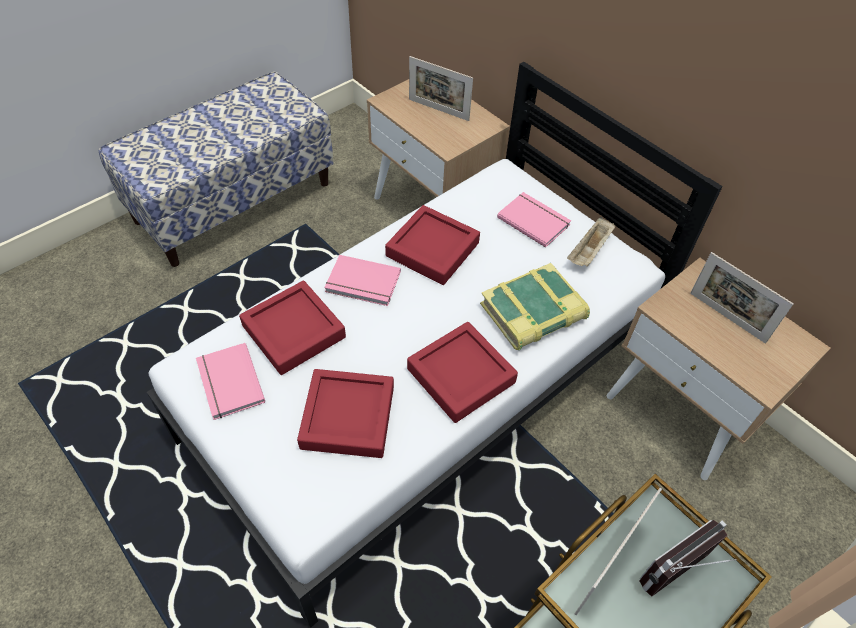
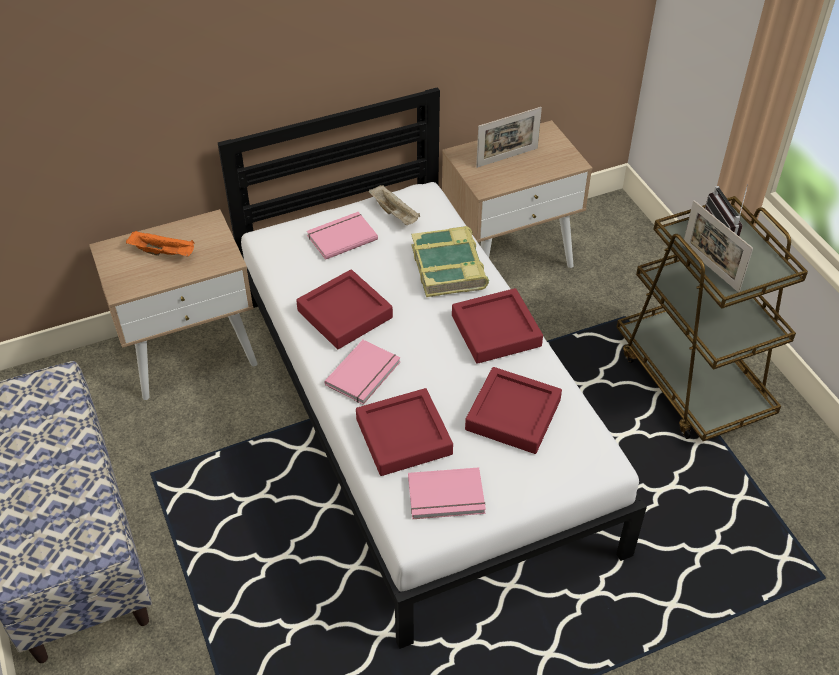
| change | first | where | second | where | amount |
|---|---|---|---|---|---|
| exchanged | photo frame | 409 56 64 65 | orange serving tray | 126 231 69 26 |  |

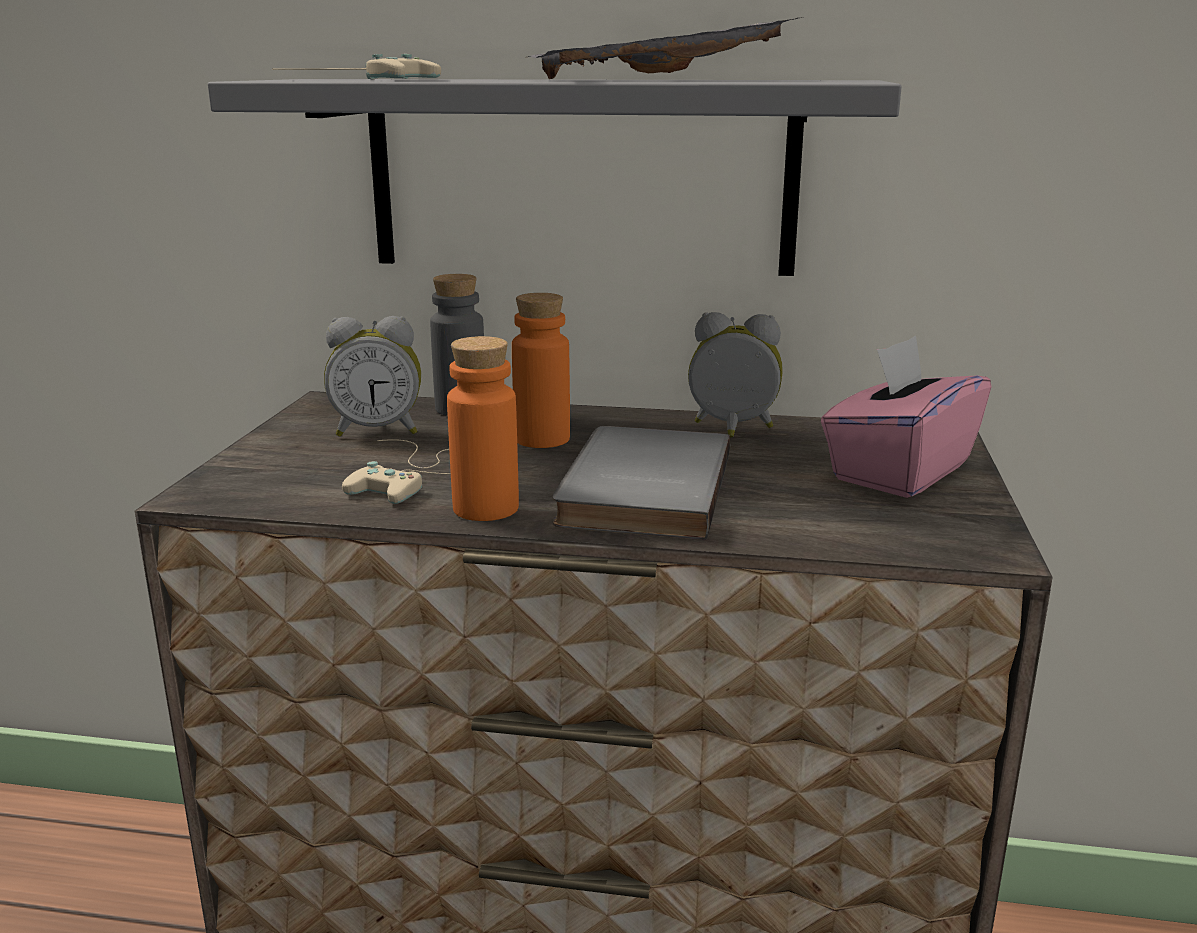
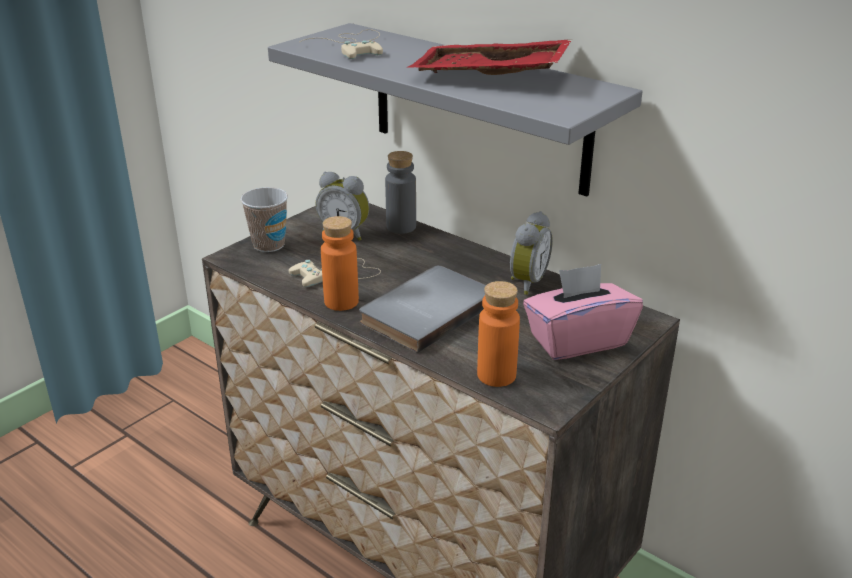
| change | first | where | second | where | amount |
|---|---|---|---|---|---|
| colour | gray serving tray | 528 17 275 62 | red-coloured serving tray | 407 39 166 36 |  |
| relocated | orange beverage bottle | 512 293 58 155 |  | 477 281 43 106 |  |
| spun | bedside clock | 688 312 95 125 |  | 510 211 43 84 | 75 degrees clockwise |
| appeared |  |  | small cup | 240 187 48 65 |  |

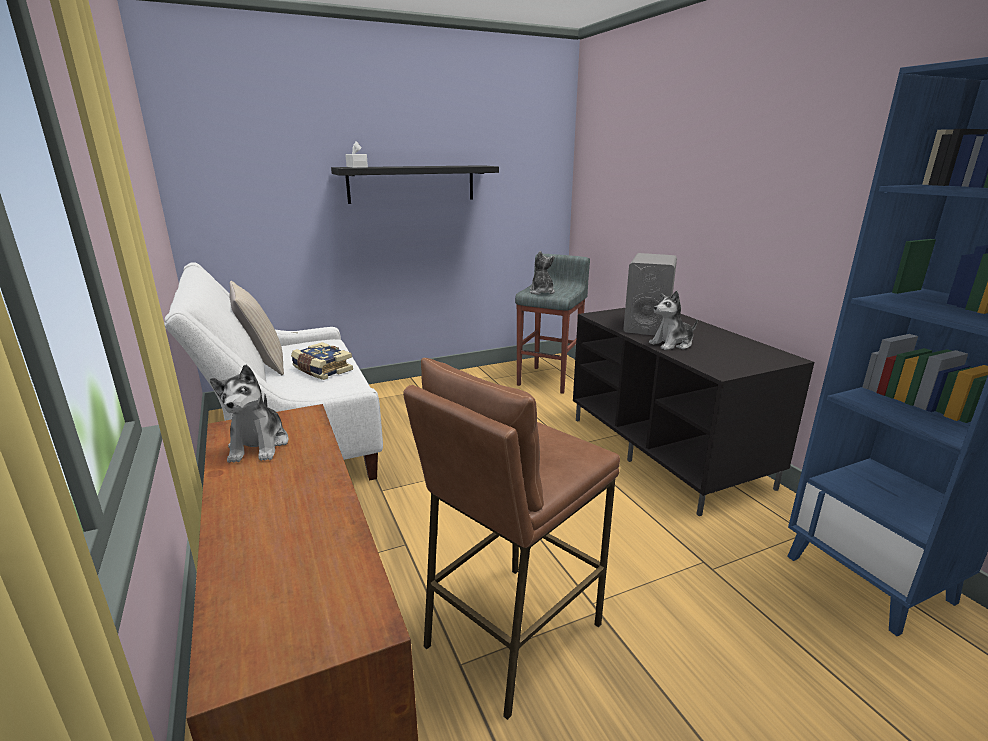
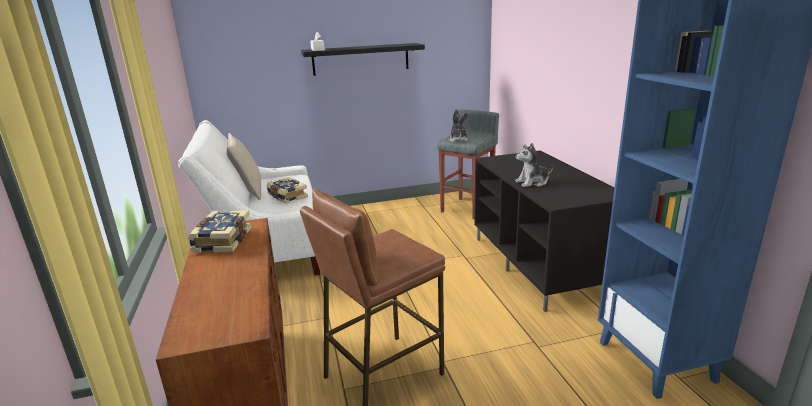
| change | first | where | second | where | amount |
|---|---|---|---|---|---|
| missing | gray loudspeaker | 623 253 54 82 |  |  |  |
| exchanged | cuddly toy | 210 364 78 99 | book | 188 210 64 43 |  |

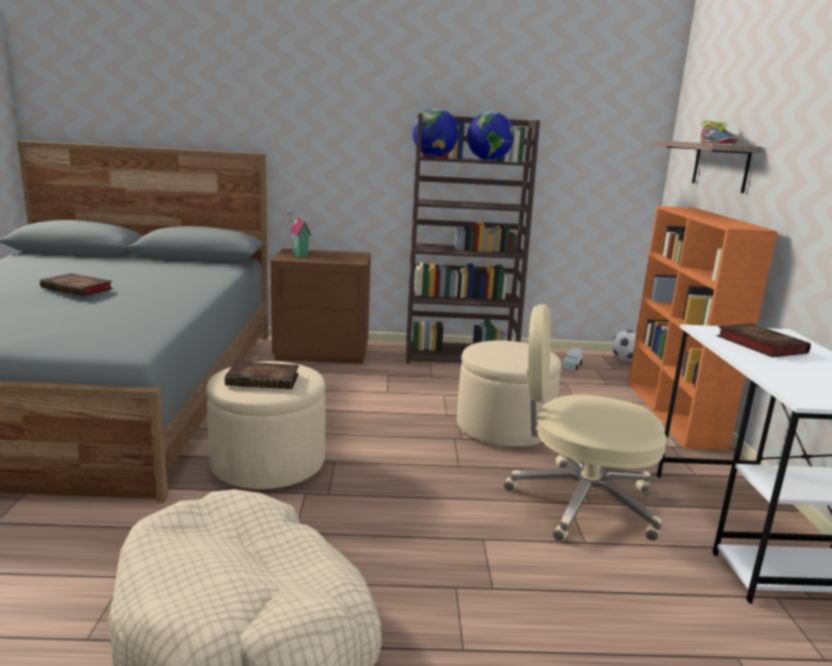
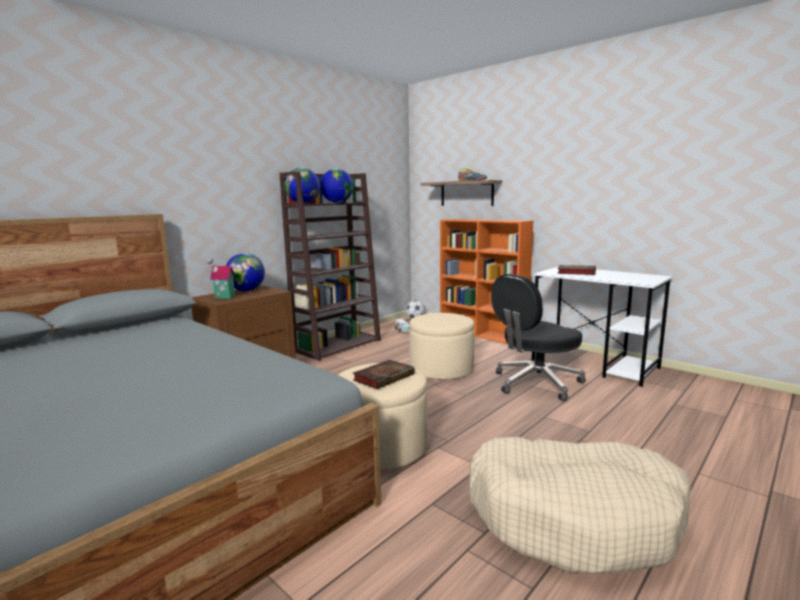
| change | first | where | second | where | amount |
|---|---|---|---|---|---|
| missing | book | 40 273 73 23 |  |  |  |
| colour | beige-coloured desk chair | 503 304 164 238 | black desk chair | 491 274 95 128 |  |
| appeared |  |  | world globe | 226 253 39 38 |  |

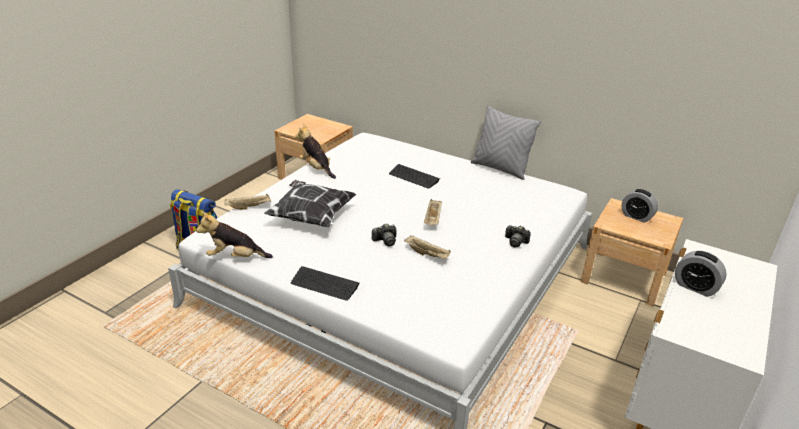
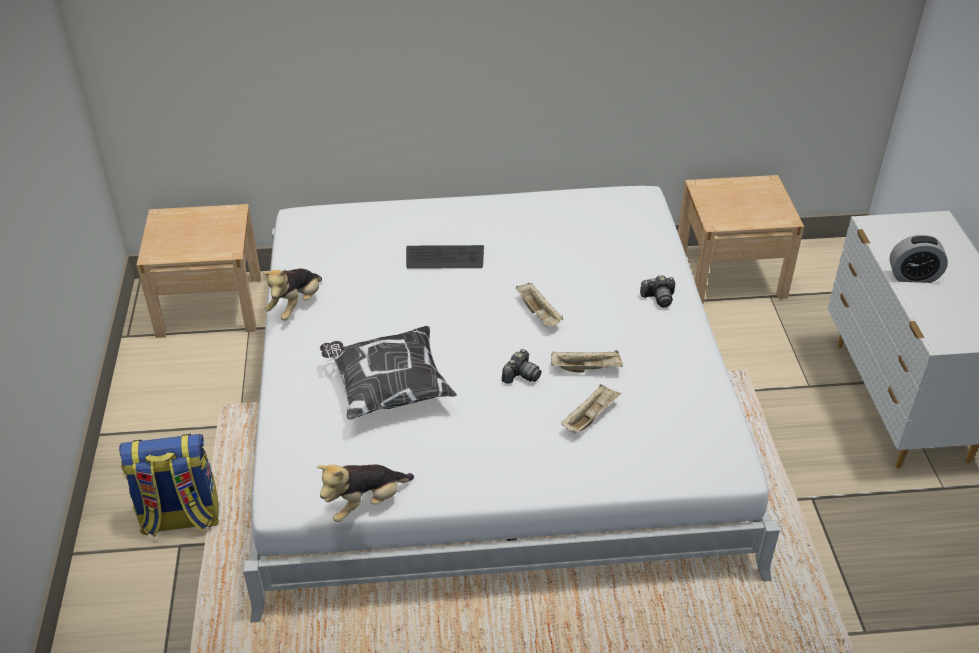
| change | first | where | second | where | amount |
|---|---|---|---|---|---|
| missing | gray cushion | 471 105 70 75 |  |  |  |
| spun | cuddly toy | 295 124 41 55 |  | 263 268 59 53 | 75 degrees counterclockwise |
| missing | bedside clock | 621 189 37 34 |  |  |  |
| relocated | beige-coloured serving tray | 224 194 47 16 |  | 561 384 60 50 |  |
| missing | keyboard | 291 266 68 35 |  |  |  |

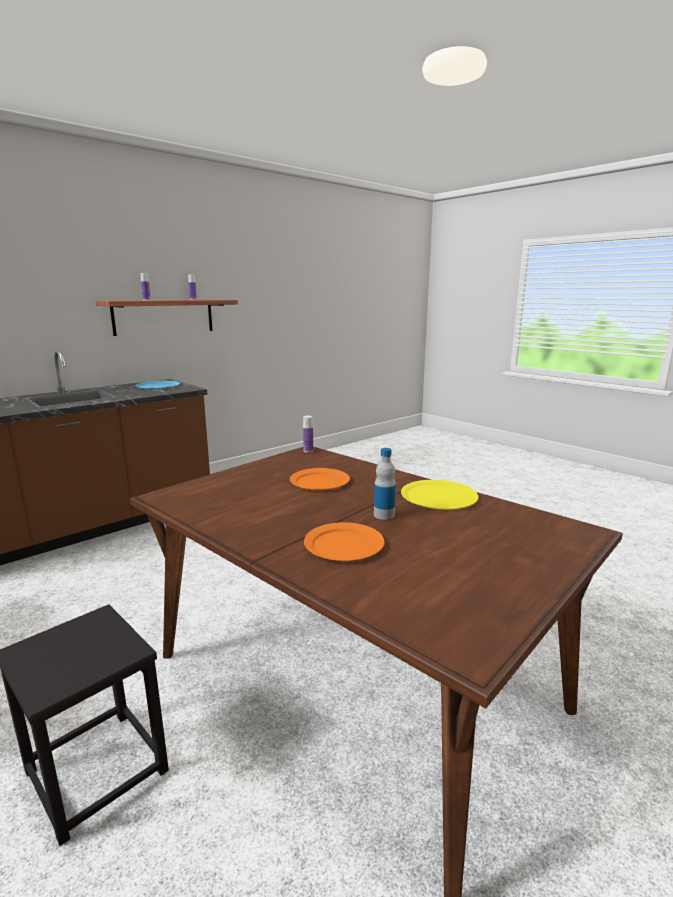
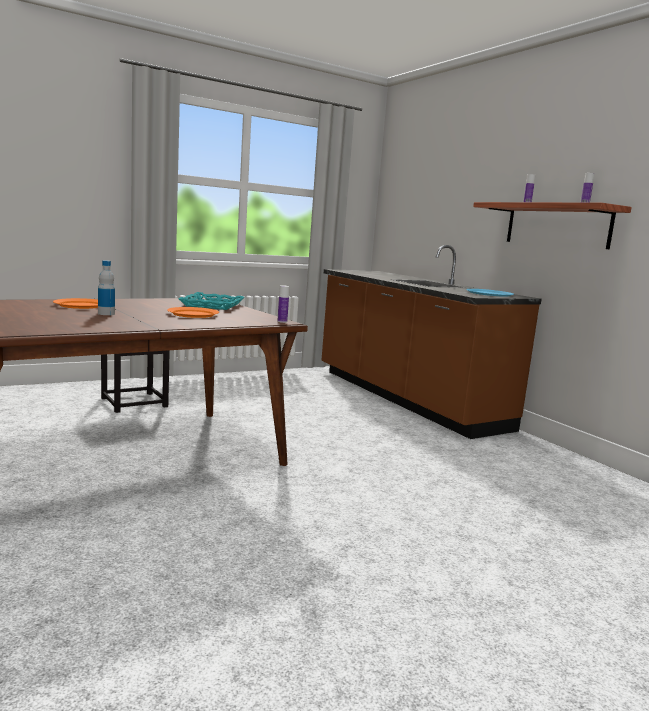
| change | first | where | second | where | amount |
|---|---|---|---|---|---|
| missing | yellowish plate | 401 480 78 30 |  |  |  |
| appeared |  |  | turquoise serving tray | 179 292 66 18 |  |

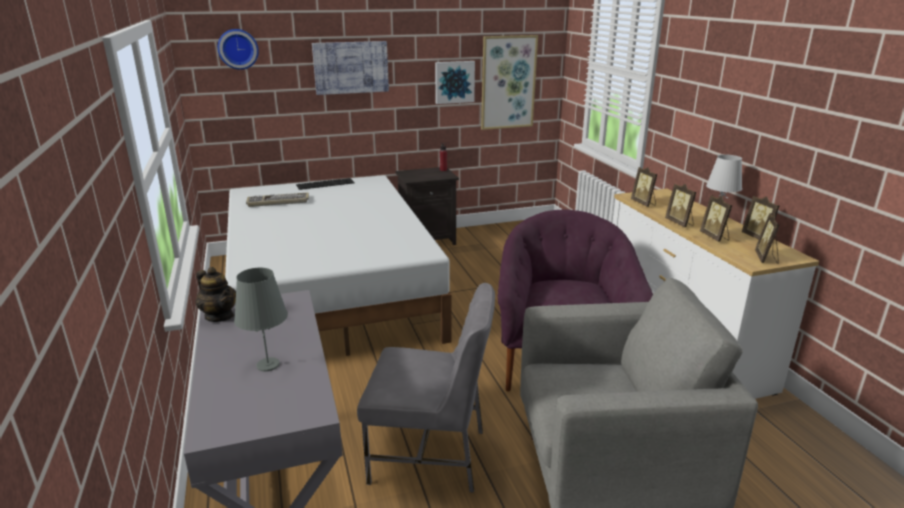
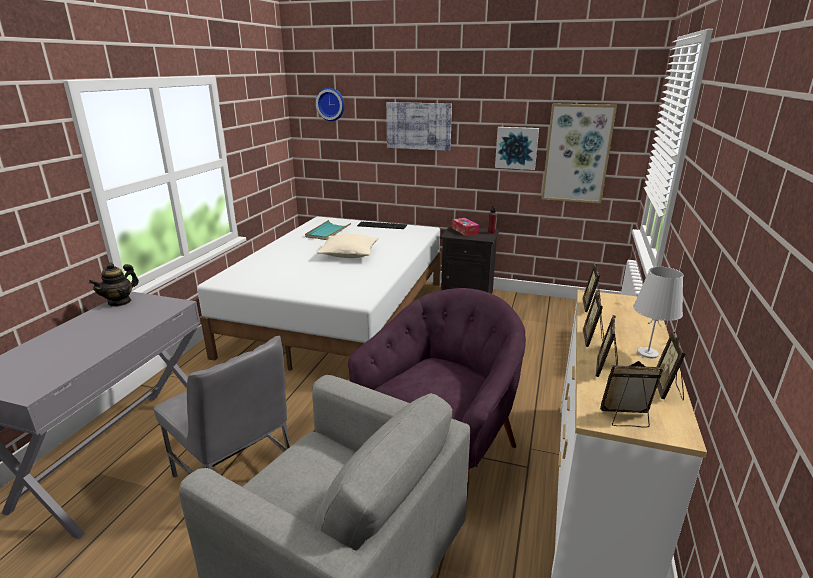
| change | first | where | second | where | amount |
|---|---|---|---|---|---|
| exchanged | keyboard | 246 193 63 14 | turquoise serving tray | 305 220 46 20 |  |
| spun | photo frame | 755 213 25 51 |  | 600 361 63 67 | 45 degrees clockwise |
| spun | pot for tea | 196 267 40 55 |  | 89 262 50 45 | 45 degrees clockwise |
| missing | gray table lamp | 234 268 54 104 |  |  |  |
| appeared |  |  | tissue box | 452 218 27 18 |  |
| appeared |  |  | beige-coloured cushion | 317 234 62 24 |  |

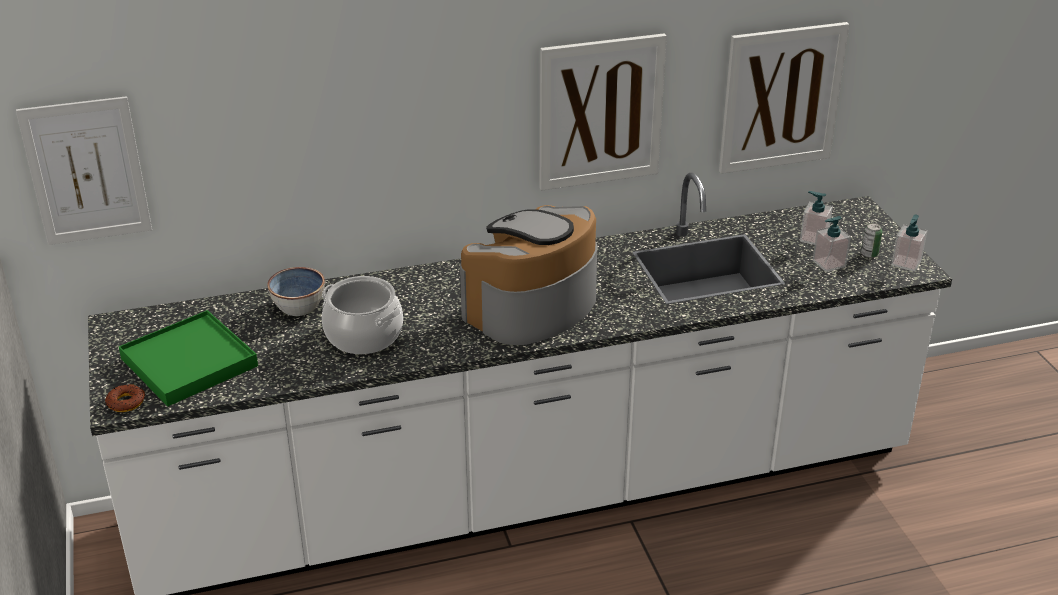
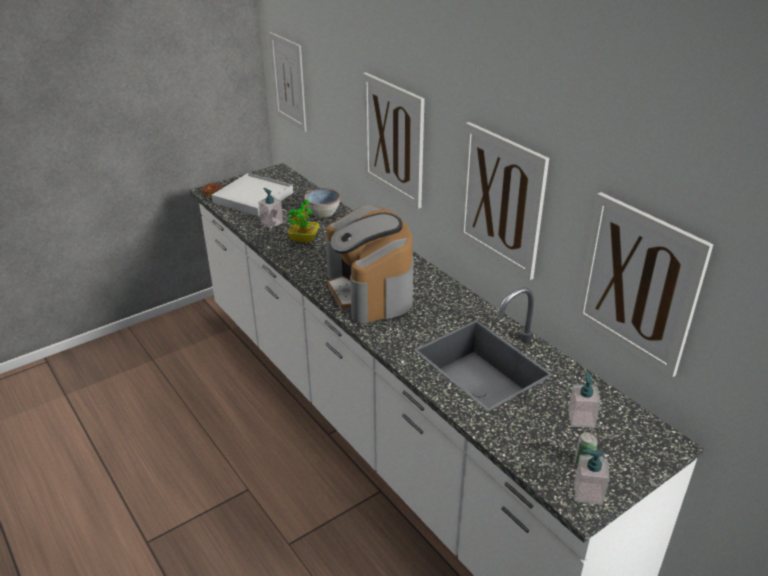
| change | first | where | second | where | amount |
|---|---|---|---|---|---|
| spun | coffee brewer | 460 205 137 140 |  | 326 205 88 119 | 135 degrees counterclockwise |
| relocated | liquid soap bottle | 813 216 38 56 |  | 258 188 25 40 |  |
| exchanged | saucepot | 322 276 81 78 | houseplant | 287 199 32 44 |  |
| colour | greenish serving tray | 119 310 139 96 | white serving tray | 212 173 81 43 |  |
| appeared |  |  | wall picture | 363 72 62 137 |  |

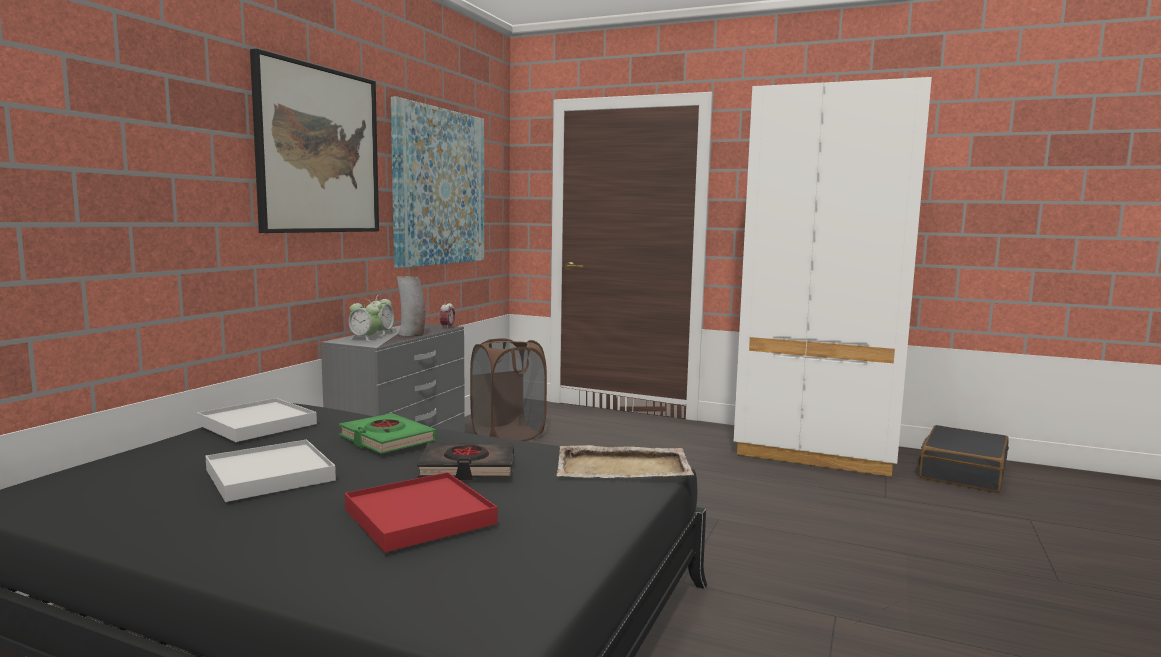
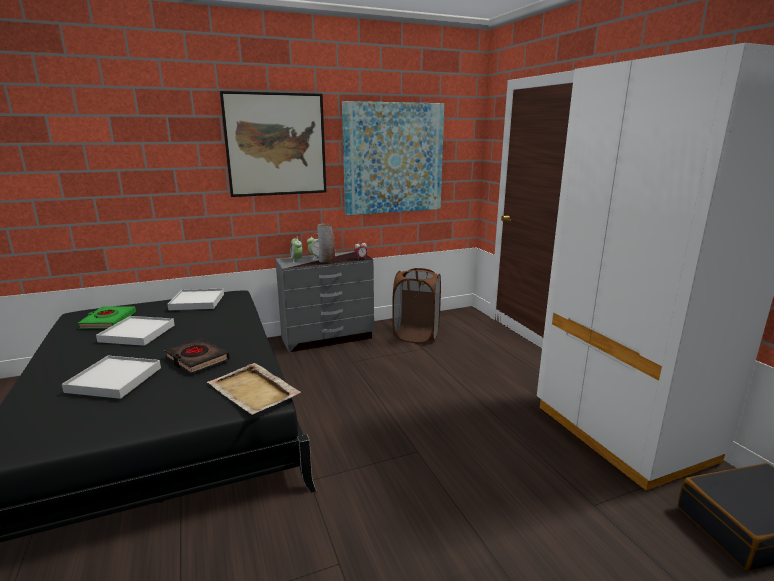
| change | first | where | second | where | amount |
|---|---|---|---|---|---|
| relocated | greenish book | 339 413 98 41 |  | 78 307 58 22 |  |
| colour | red-coloured serving tray | 345 472 152 81 | white serving tray | 62 356 99 43 |  |

